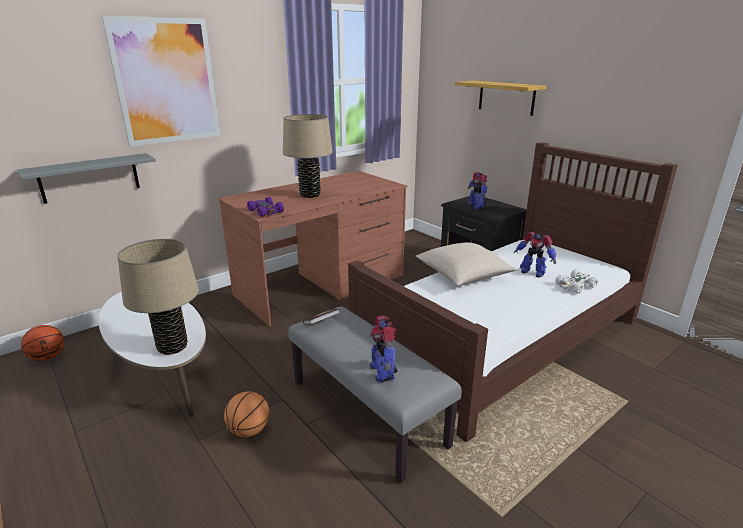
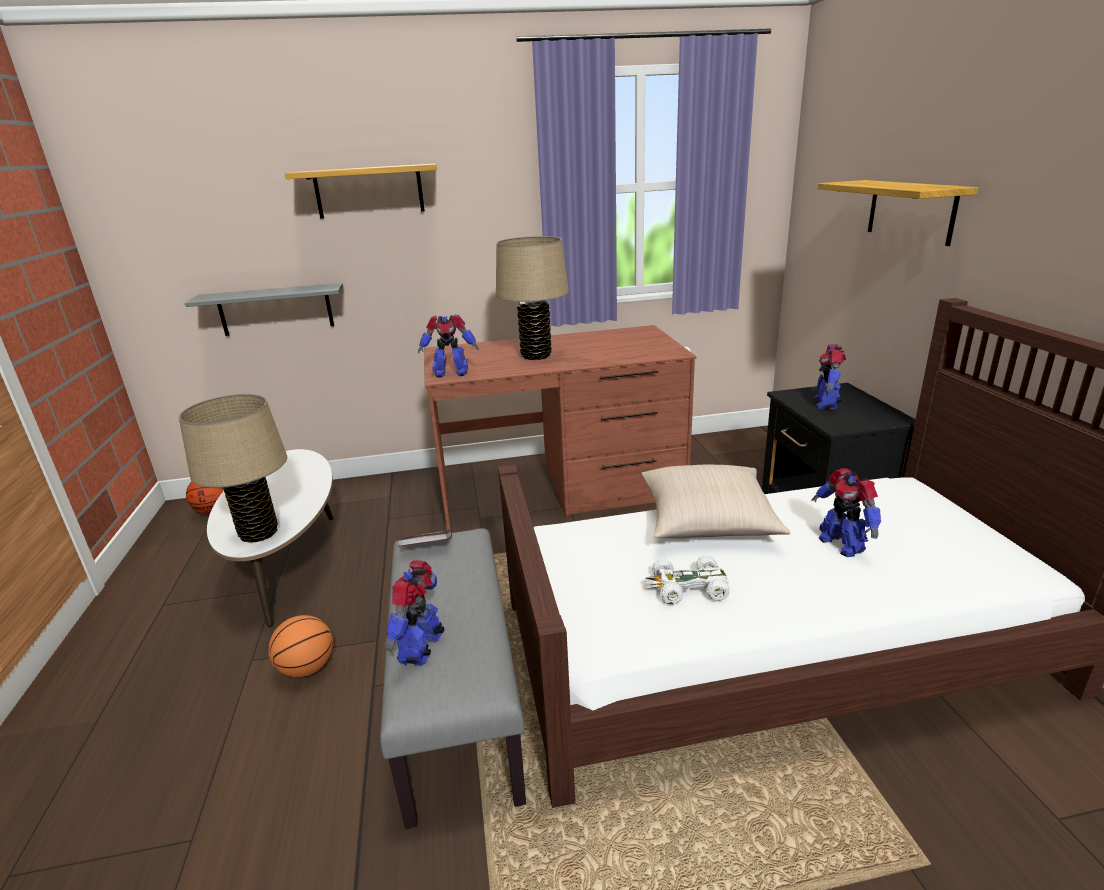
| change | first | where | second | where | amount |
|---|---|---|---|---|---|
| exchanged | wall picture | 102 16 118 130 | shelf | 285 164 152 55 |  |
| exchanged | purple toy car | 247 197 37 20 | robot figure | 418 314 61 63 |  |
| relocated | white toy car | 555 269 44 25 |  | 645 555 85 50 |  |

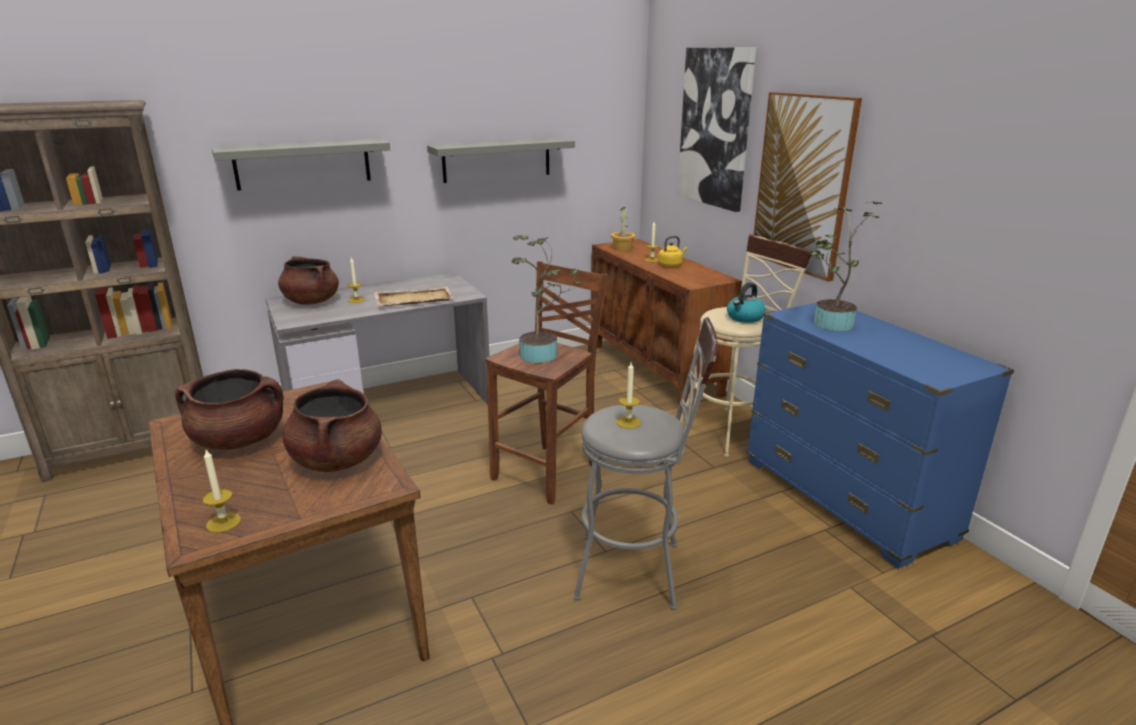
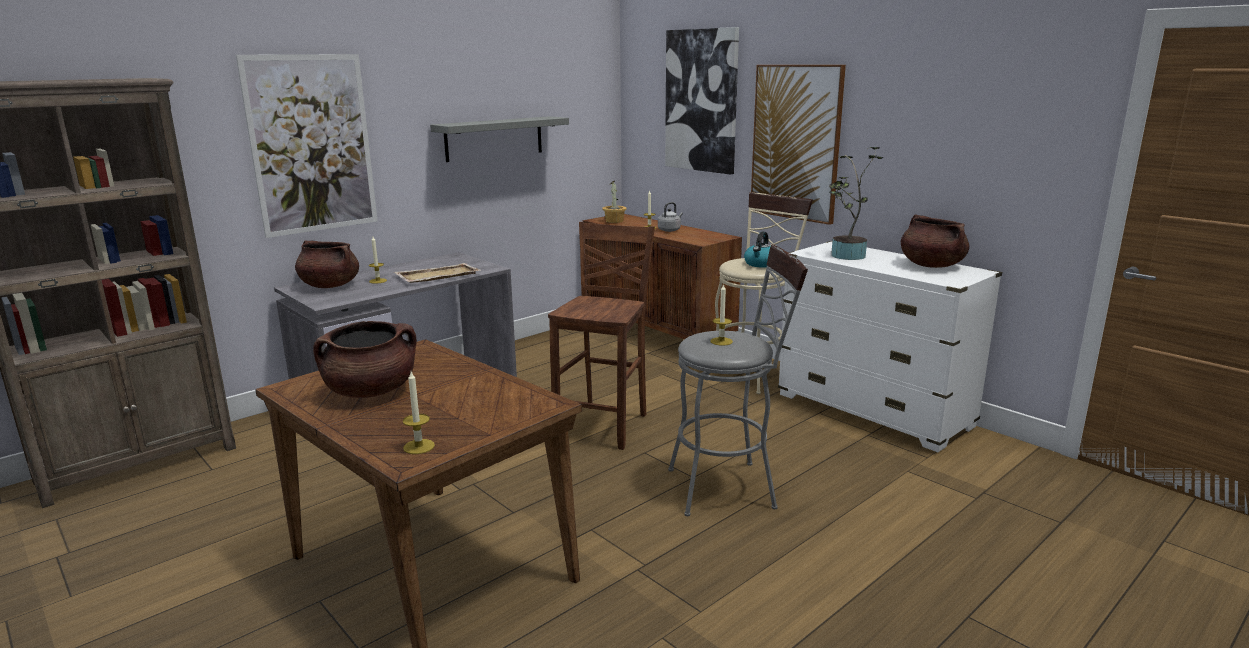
| change | first | where | second | where | amount |
|---|---|---|---|---|---|
| exchanged | gray shelf | 212 139 178 52 | wall picture | 236 54 142 184 |  |
| missing | houseplant | 512 235 70 128 |  |  |  |
| colour | yellowish water kettle | 658 236 29 31 | gray water kettle | 658 202 25 30 |  |
| colour | blue chest of drawers | 746 303 268 265 | white chest of drawers | 778 241 224 211 |  |
| relocated | brown saucepot | 283 379 99 93 |  | 901 215 68 53 |  |

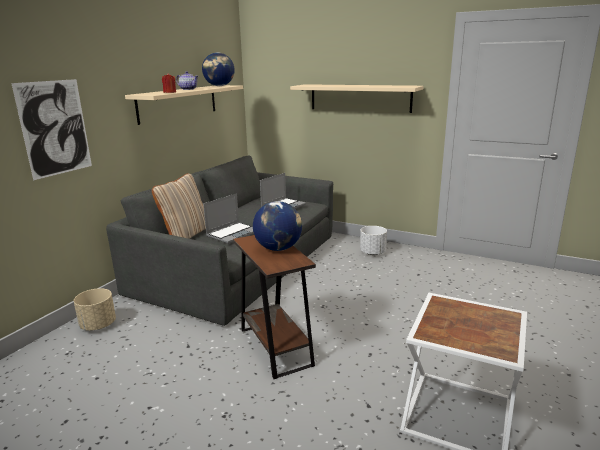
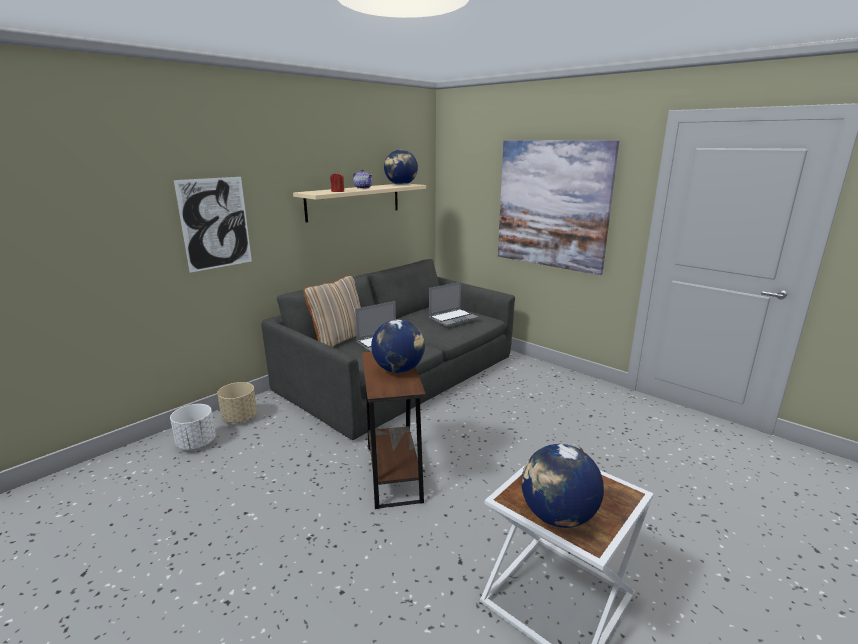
| change | first | where | second | where | amount |
|---|---|---|---|---|---|
| exchanged | beige-coloured shelf | 290 84 134 29 | wall picture | 498 140 121 135 |  |
| relocated | white flower pot | 360 226 27 29 |  | 170 404 46 46 |  |
| appeared |  |  | world globe | 521 444 83 84 |  |

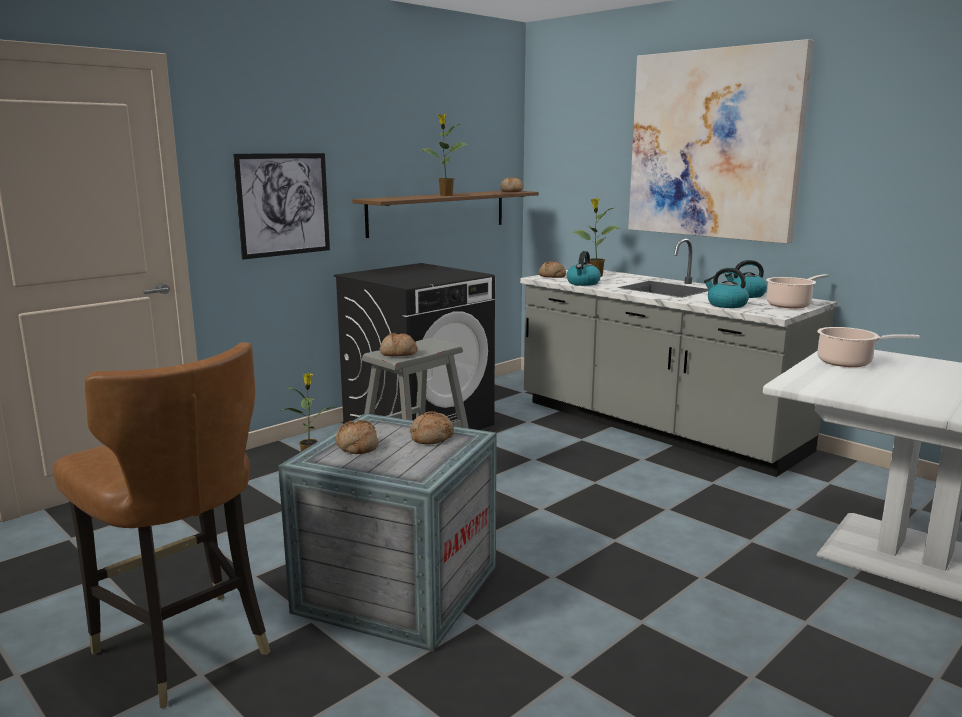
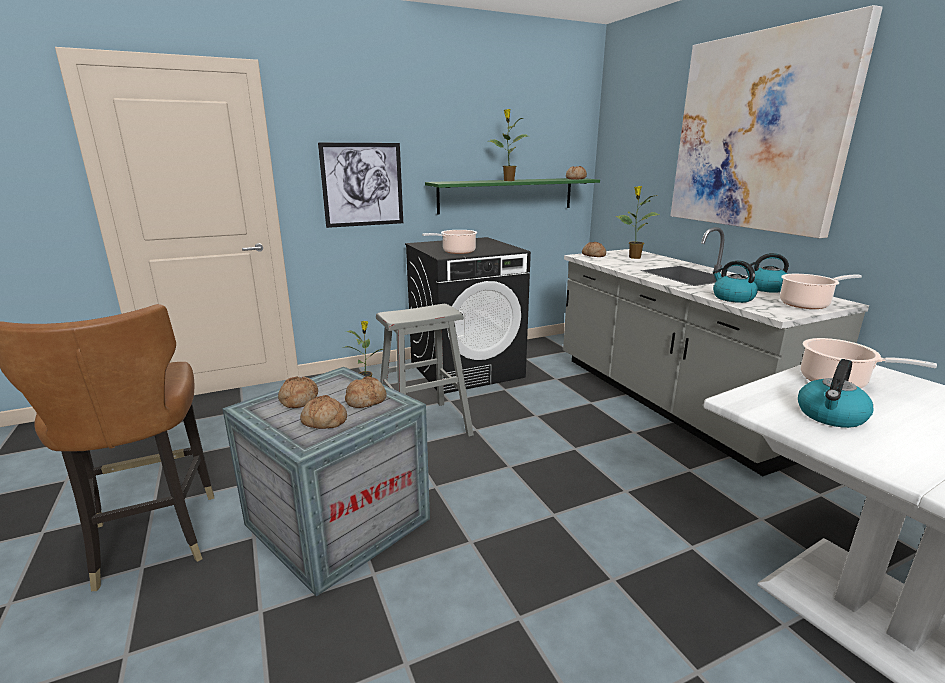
| change | first | where | second | where | amount |
|---|---|---|---|---|---|
| colour | brown shelf | 352 191 187 47 | greenish shelf | 425 178 175 37 |  |
| relocated | water kettle | 567 251 34 35 |  | 798 359 75 69 |  |
| relocated | bakery bread | 380 333 37 23 |  | 300 395 47 34 |  |
| appeared |  |  | saucepot | 422 230 55 24 |  |

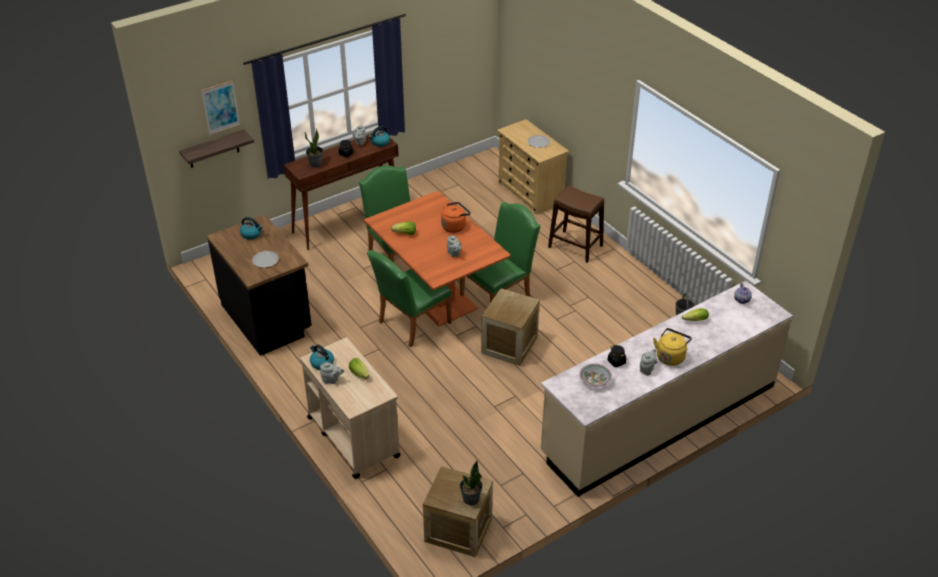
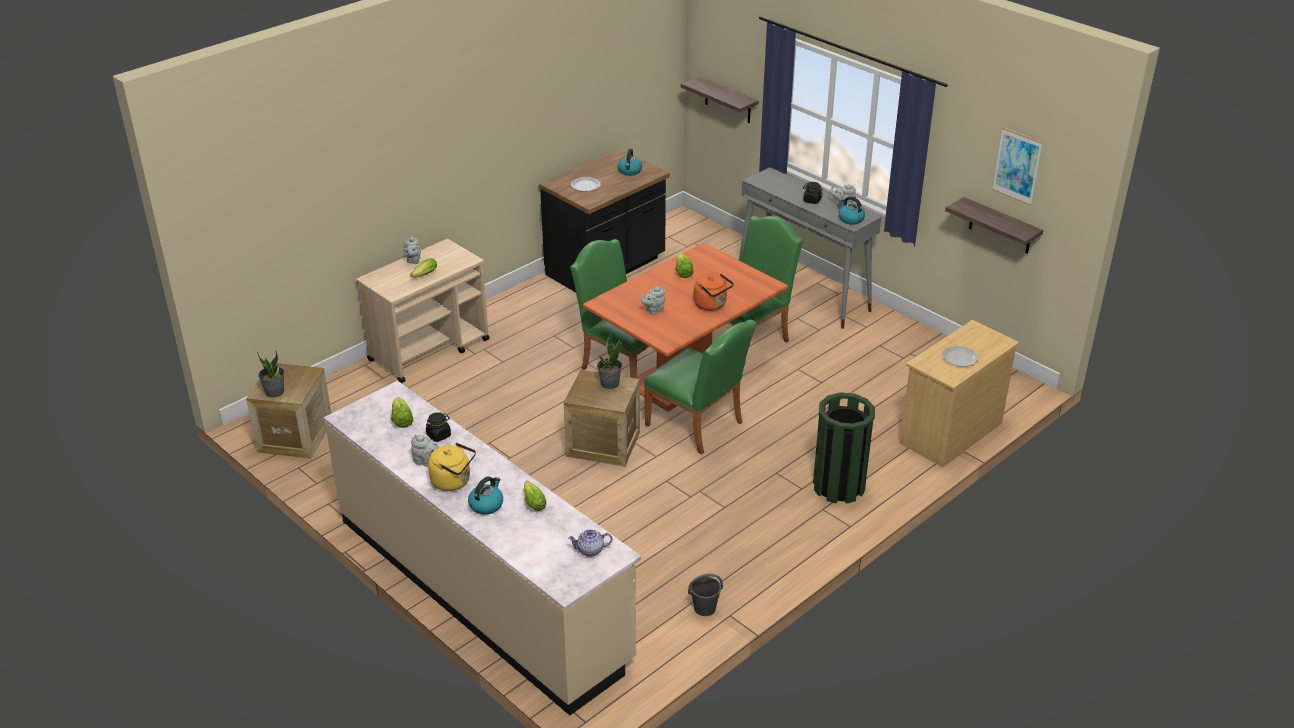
| change | first | where | second | where | amount |
|---|---|---|---|---|---|
| relocated | wall picture | 201 81 39 54 |  | 992 127 51 78 |  |
| relocated | houseplant | 305 128 18 39 |  | 597 333 26 56 |  |
| colour | brown console table | 284 130 115 120 | gray console table | 739 167 142 162 |  |
| exchanged | brown sitting stool | 548 186 56 77 | greenish rubbish bin | 813 392 62 112 |  |
| relocated | water kettle | 310 345 24 25 |  | 468 477 35 38 |  |
| exchanged | serving bowl | 579 363 33 23 | lettuce | 391 397 22 31 |  |
| appeared |  |  | shelf | 945 197 98 57 |  |

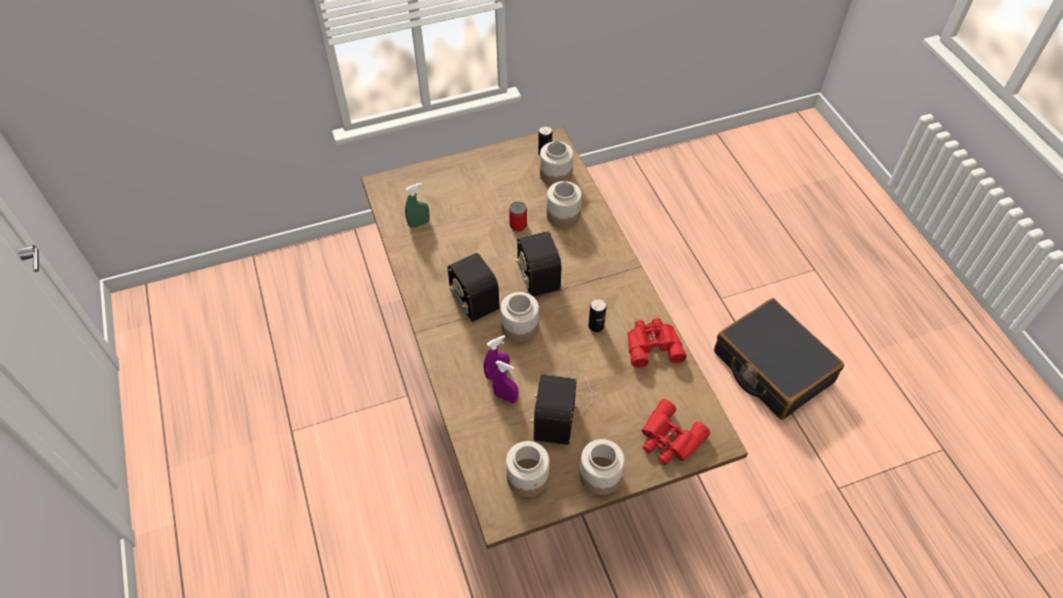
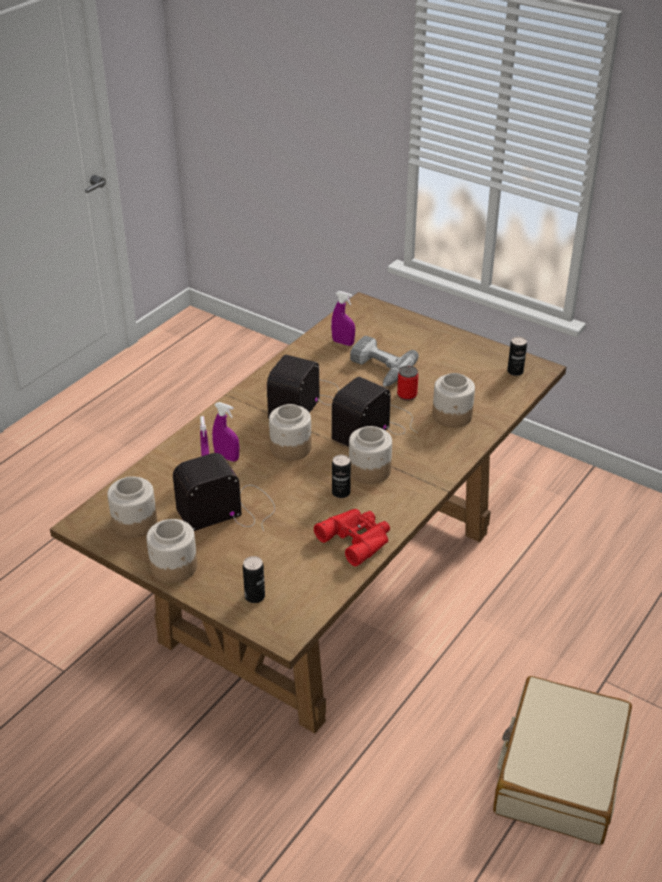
| change | first | where | second | where | amount |
|---|---|---|---|---|---|
| relocated | preserve jar | 540 141 33 45 |  | 349 426 43 58 |  |
| colour | greenish spray bottle | 405 183 25 45 | purple spray bottle | 331 291 24 55 |  |
| colour | black piece of luggage | 714 298 130 122 | beige-coloured piece of luggage | 493 676 139 169 |  |
| exchanged | red-coloured binoculars | 641 399 69 66 | sealed can | 243 556 22 47 |  |
| appeared |  |  | drill | 350 336 69 51 |  |

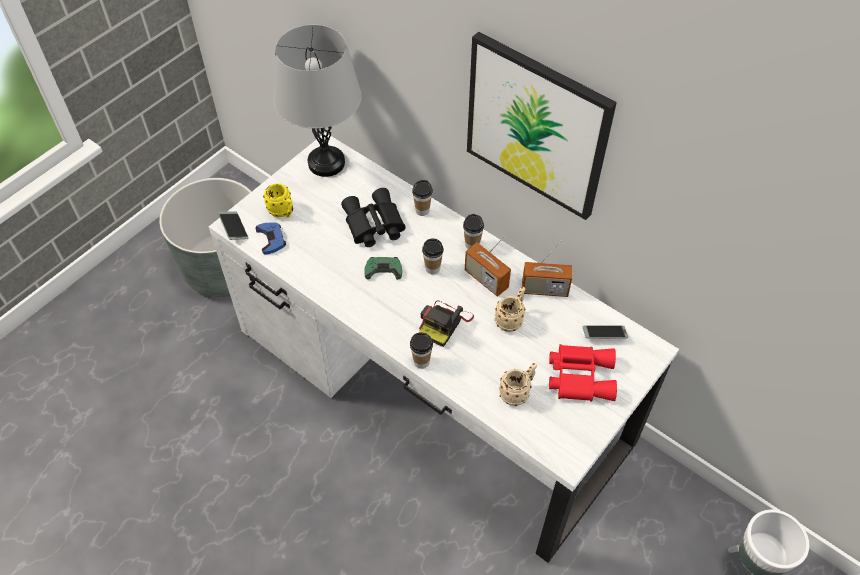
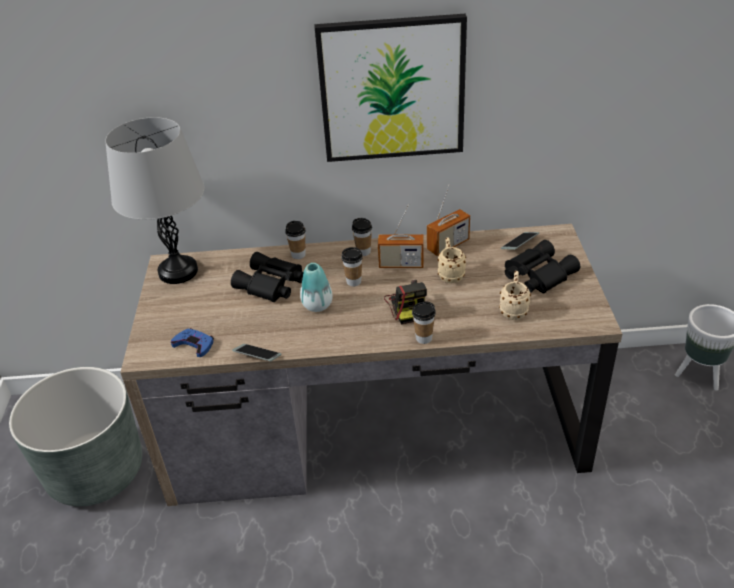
| change | first | where | second | where | amount |
|---|---|---|---|---|---|
| colour | white desk table | 209 133 470 430 | brown desk table | 120 224 502 282 |  |
| missing | yellowish mug | 263 183 30 35 |  |  |  |
| relocated | handset | 218 211 30 29 |  | 232 344 50 17 |  |
| exchanged | greenish gamepad | 364 257 38 23 | vase | 300 263 33 49 |  |
| colour | red-coloured binoculars | 549 344 68 57 | black binoculars | 505 240 75 54 |  |

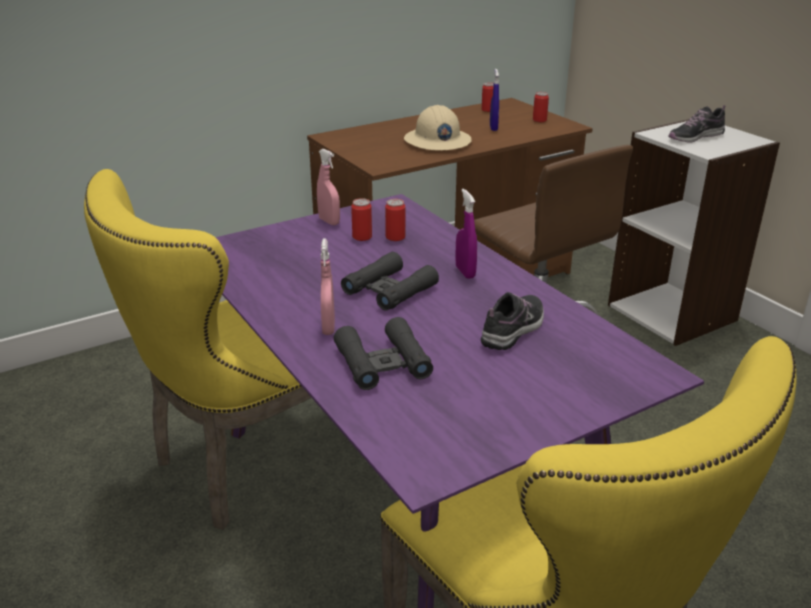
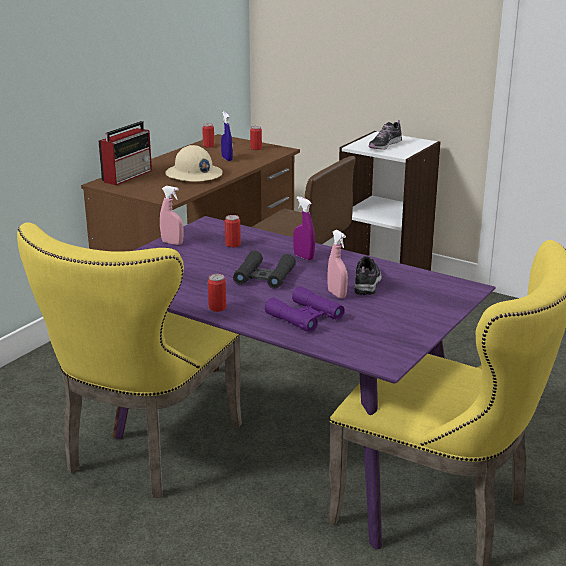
| change | first | where | second | where | amount |
|---|---|---|---|---|---|
| relocated | sealed can | 351 198 21 43 |  | 208 274 18 38 |  |
| relocated | pink-coloured spray bottle | 321 238 14 97 |  | 328 230 20 68 |  |
| colour | black binoculars | 334 317 99 73 | purple binoculars | 265 286 80 46 |  |
| appeared |  |  | radio set | 99 121 53 64 |  |

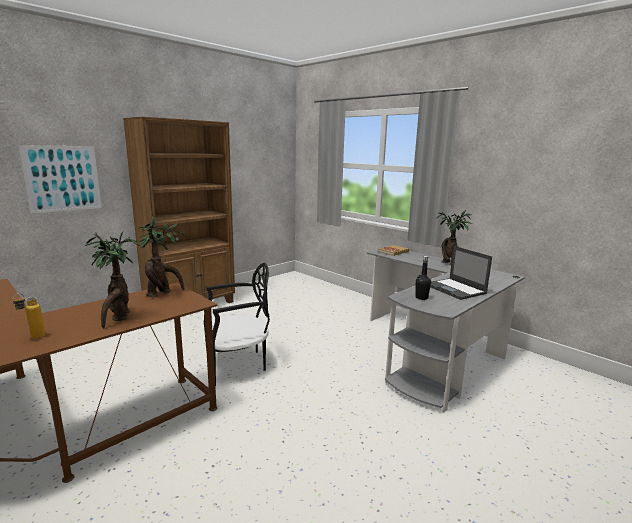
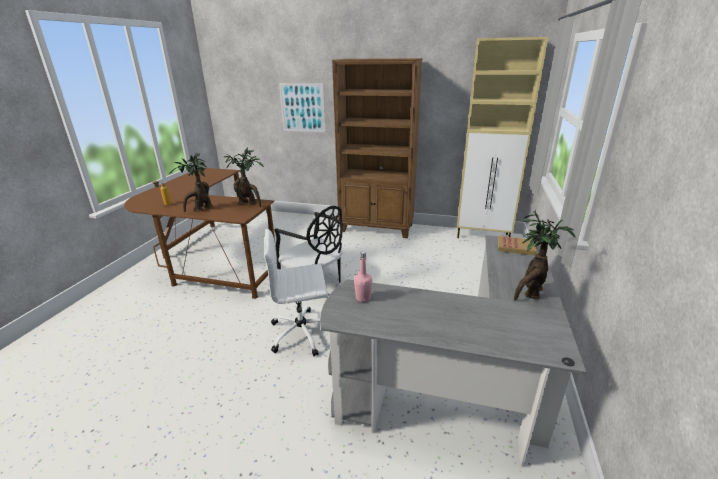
| change | first | where | second | where | amount |
|---|---|---|---|---|---|
| missing | notebook computer | 430 246 62 54 |  |  |  |
| colour | black beverage bottle | 416 256 15 44 | pink-coloured beverage bottle | 354 251 18 51 |  |
| appeared |  |  | beige-coloured cupboard | 457 37 92 201 |  |
| appeared |  |  | white desk chair | 264 229 64 128 |  |

